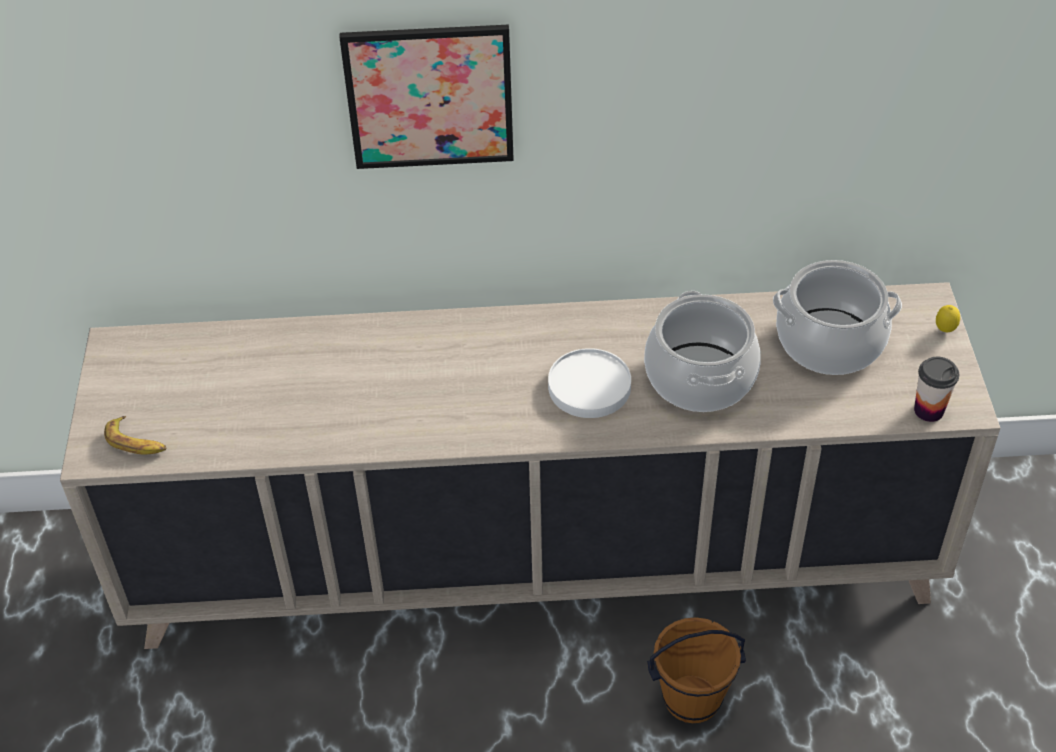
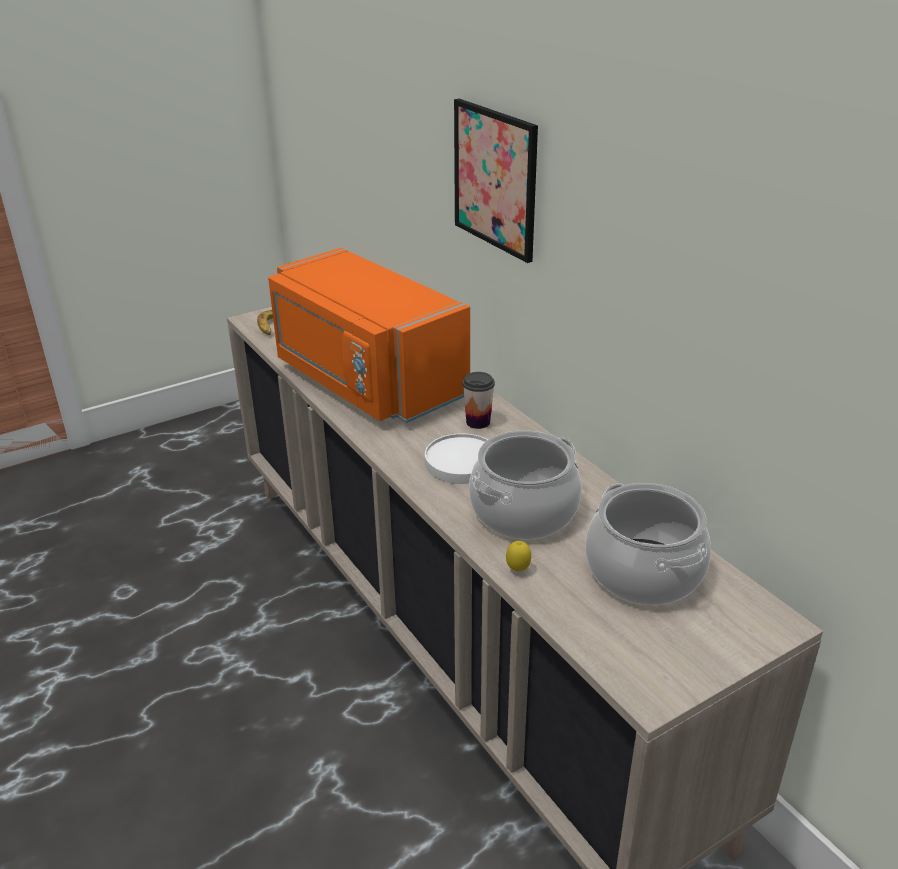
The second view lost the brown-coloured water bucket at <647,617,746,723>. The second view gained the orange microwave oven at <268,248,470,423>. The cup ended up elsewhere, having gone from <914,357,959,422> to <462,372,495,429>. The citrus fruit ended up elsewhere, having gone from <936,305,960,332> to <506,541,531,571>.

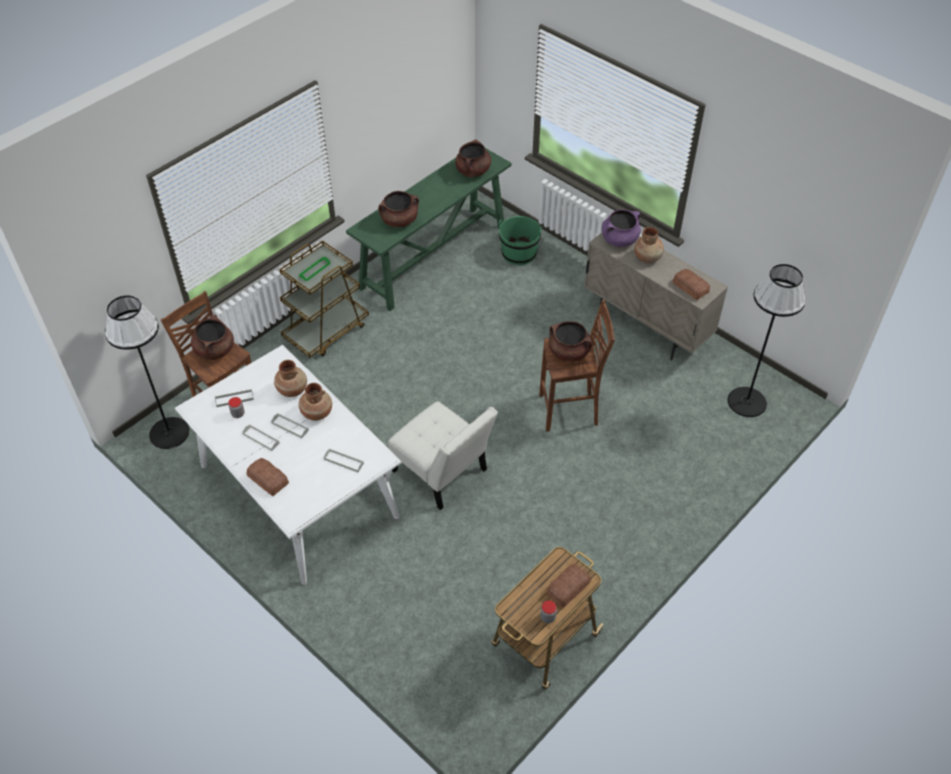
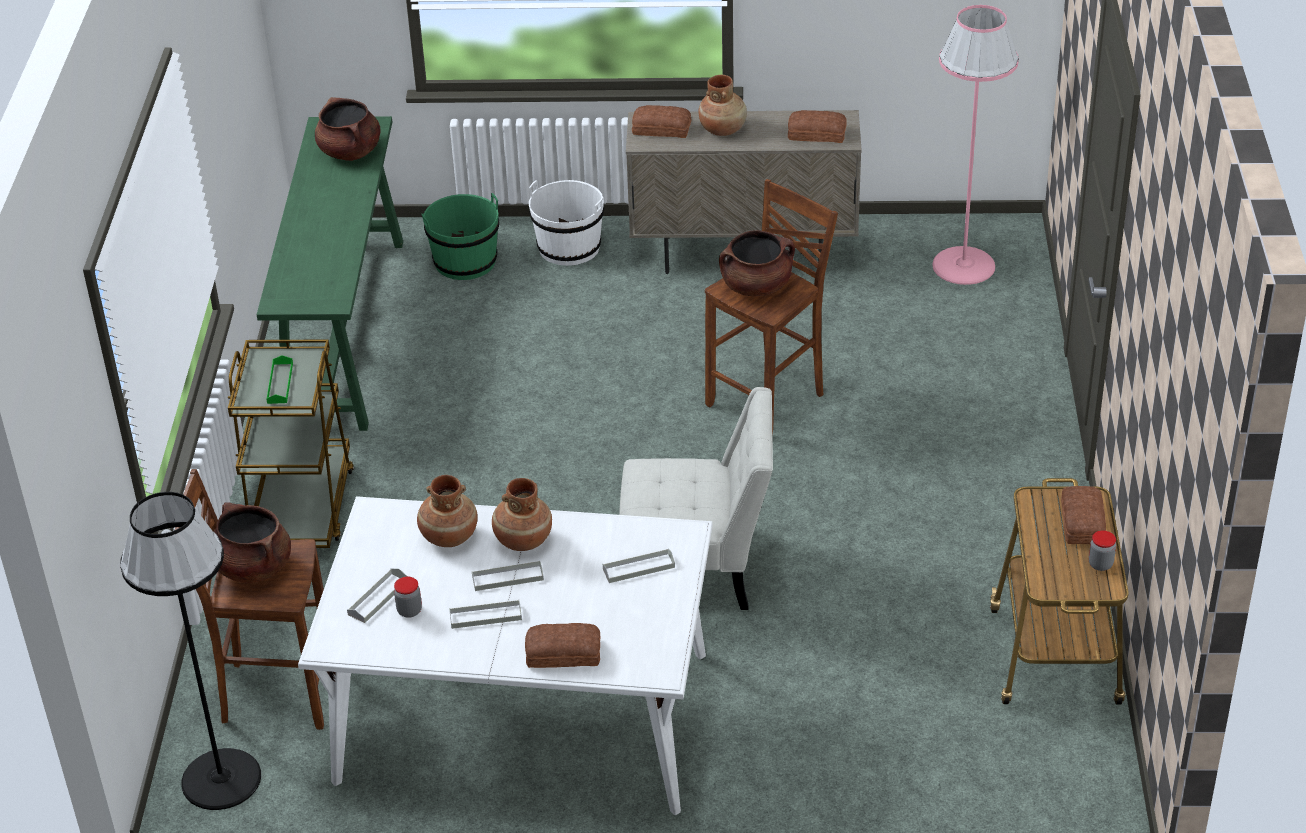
The second view lost the brown-coloured cooking pot at <378,191,419,227>. The second view gained the whitish water bucket at <529,180,604,266>. Where the purple-coloured cooking pot stood at <602,210,641,247>, the bread came to stand at <632,105,691,138>. What was the blackish standard lamp at <728,264,806,417> turned into the pink standard lamp at <932,5,1019,285>.

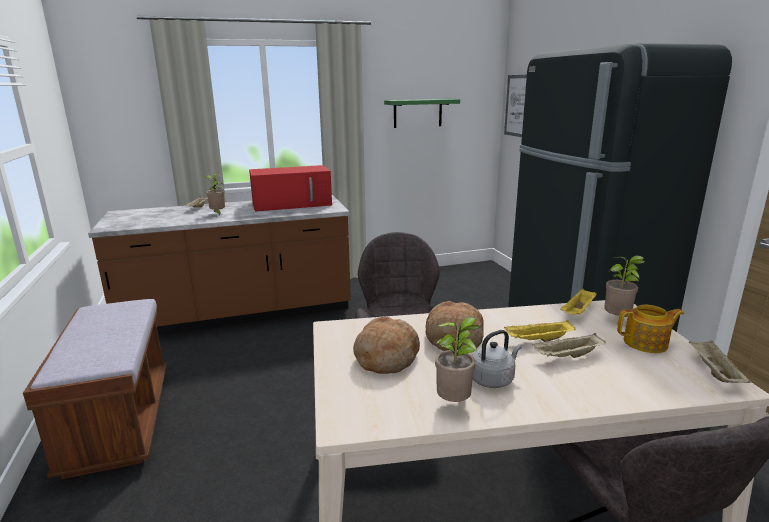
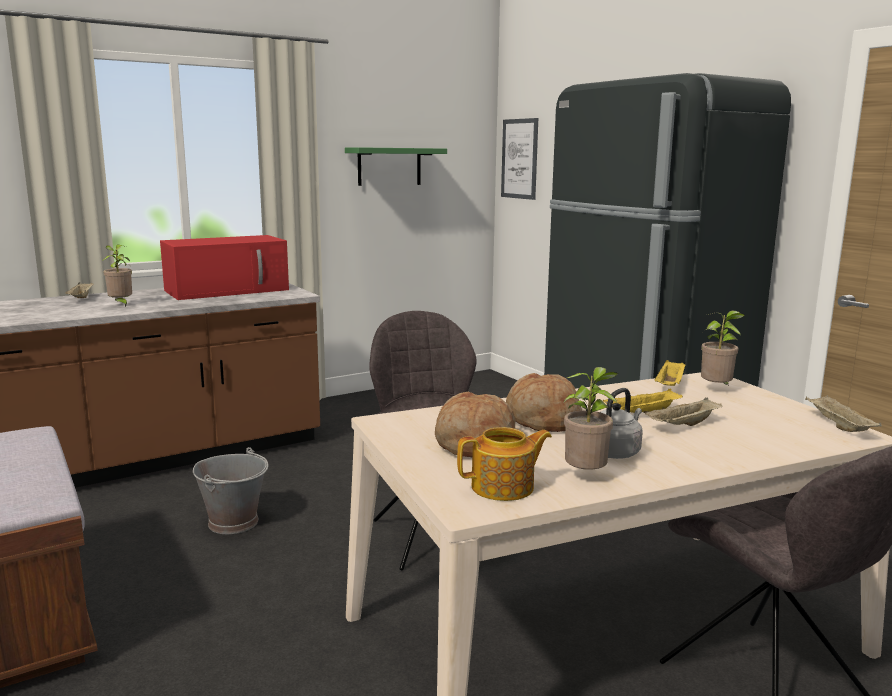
The second view gained the grey water bucket at <193,447,268,534>. The tea pot ended up elsewhere, having gone from <617,305,684,353> to <457,427,552,501>.

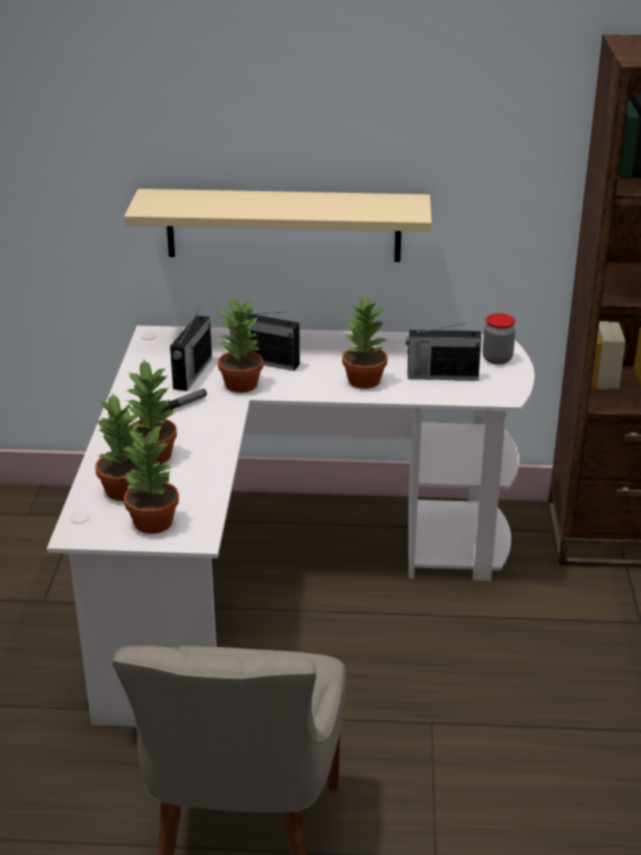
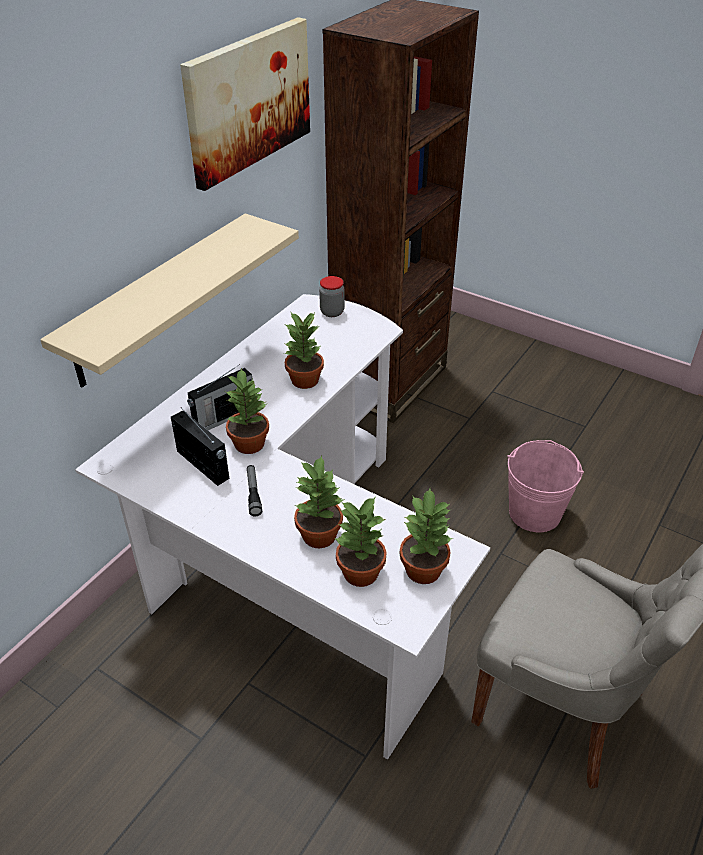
The second view lost the radio at <406,322,482,381>. The second view gained the picture at <180,17,310,191>. The second view gained the pink water bucket at <507,440,584,532>.

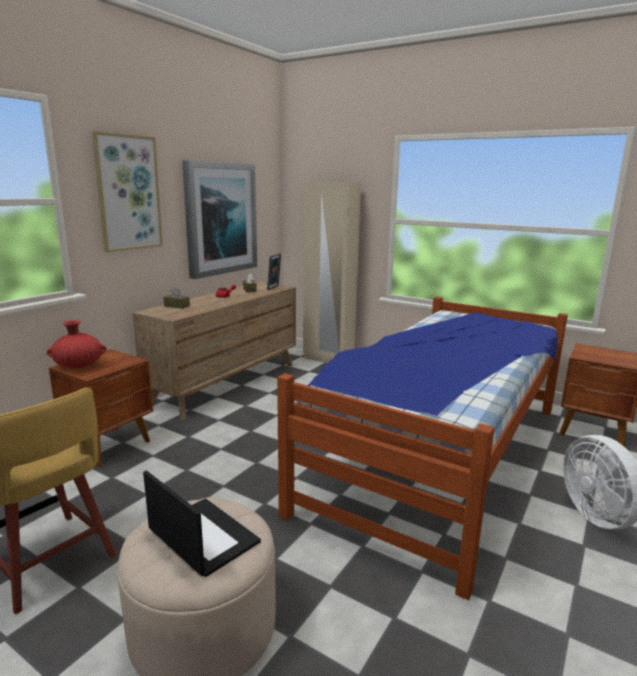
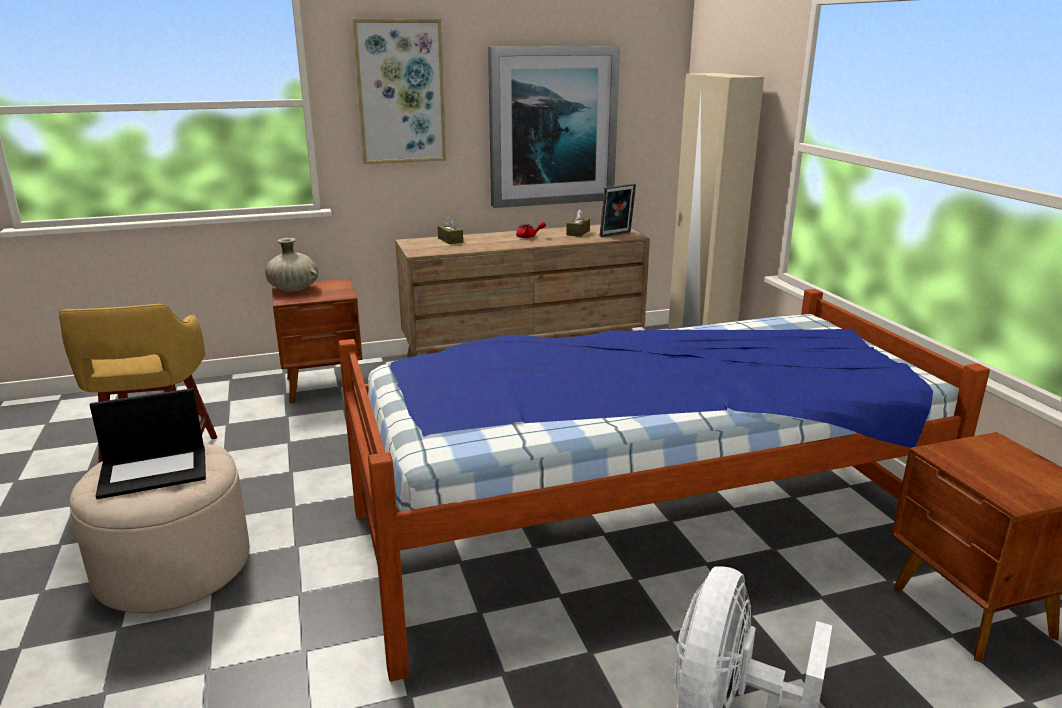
What was the red-coloured flower vase at <47,320,107,369> turned into the beige flower vase at <265,238,318,291>. The notebook computer at <143,470,261,577> ended up facing another way, 75 degrees clockwise from before.

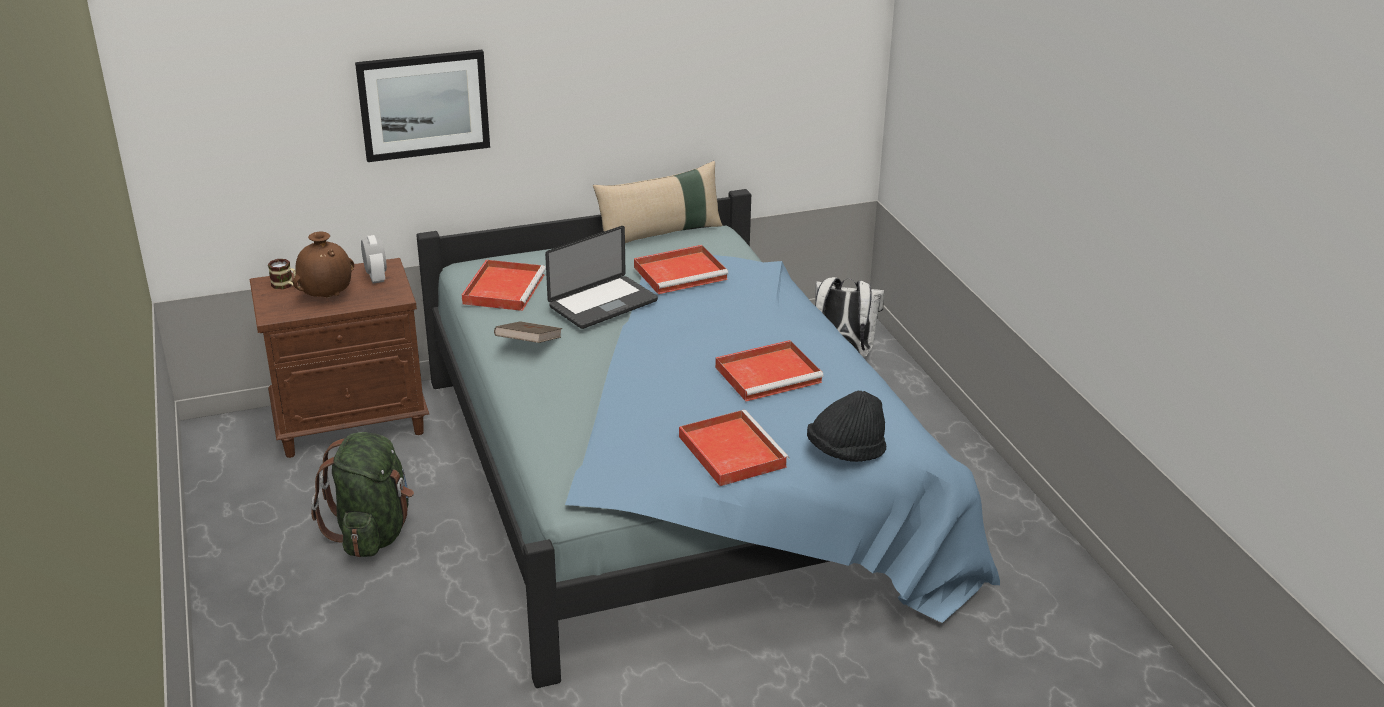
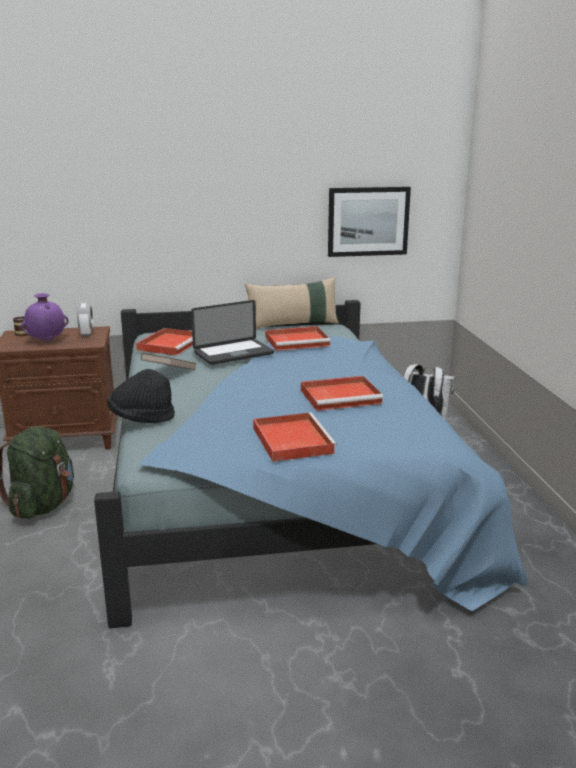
The picture ended up elsewhere, having gone from <355,50,490,162> to <328,187,411,257>. The blackish wearable hat ended up elsewhere, having gone from <807,391,887,462> to <107,369,175,423>. What was the brown-coloured flower vase at <293,232,354,298> turned into the purple-coloured flower vase at <21,293,69,341>.

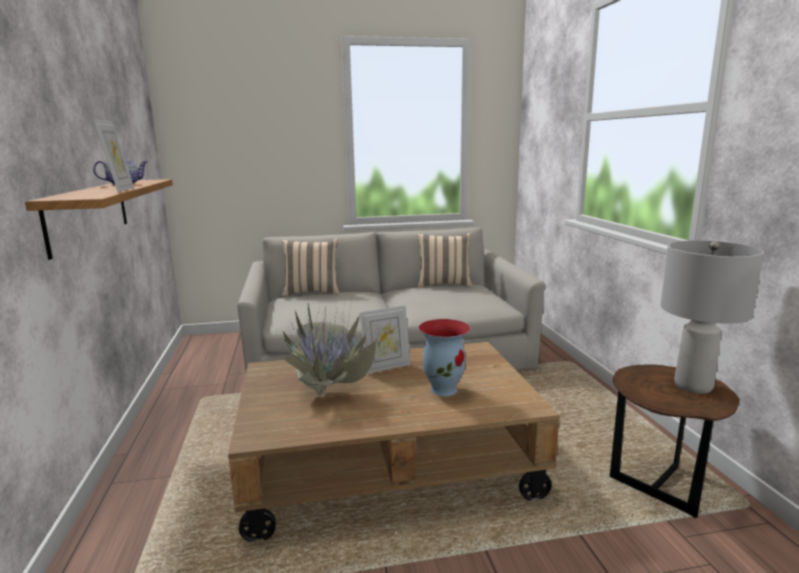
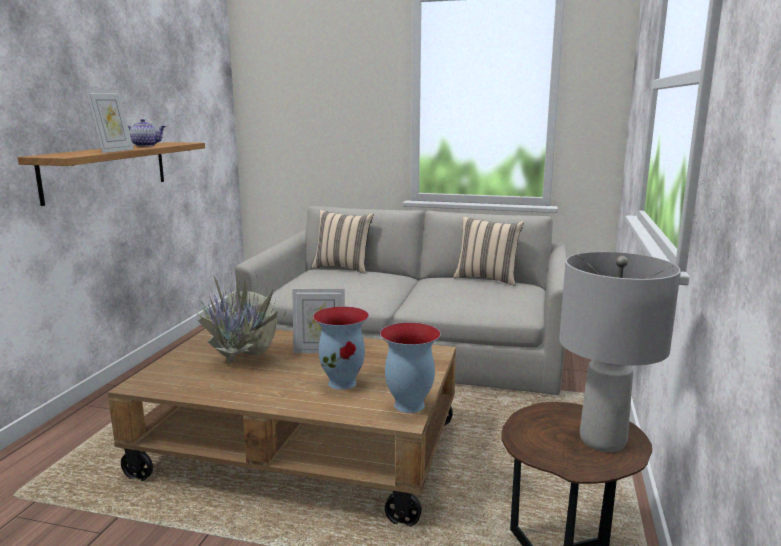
The second view gained the flower vase at <380,322,441,413>.

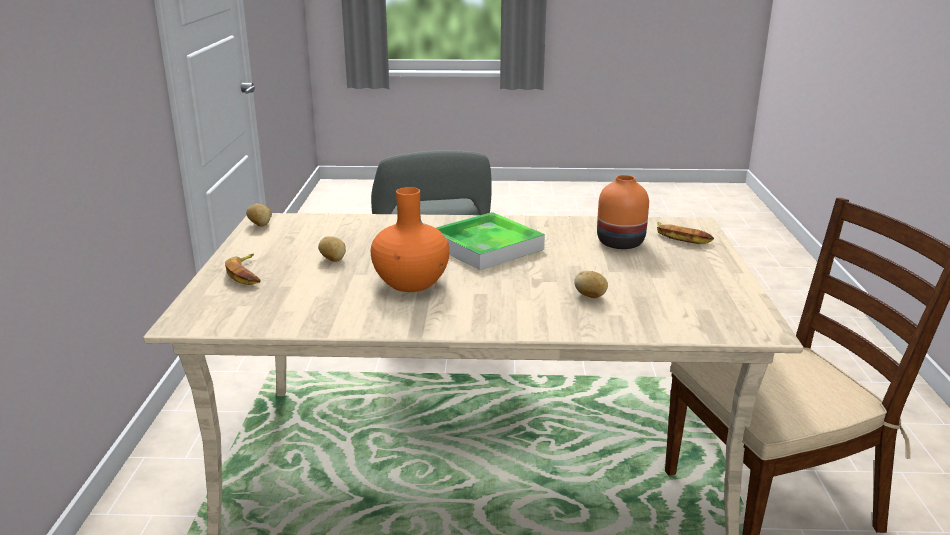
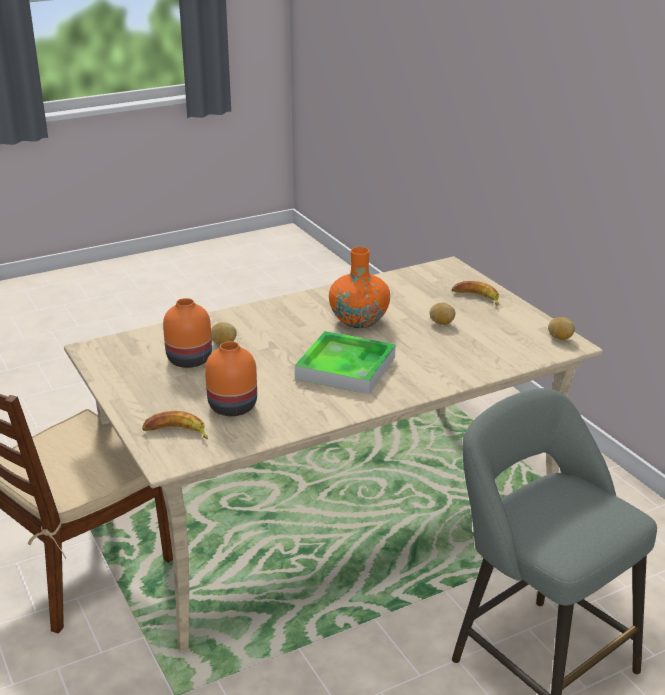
The second view gained the orange flower vase at <163,298,212,368>.

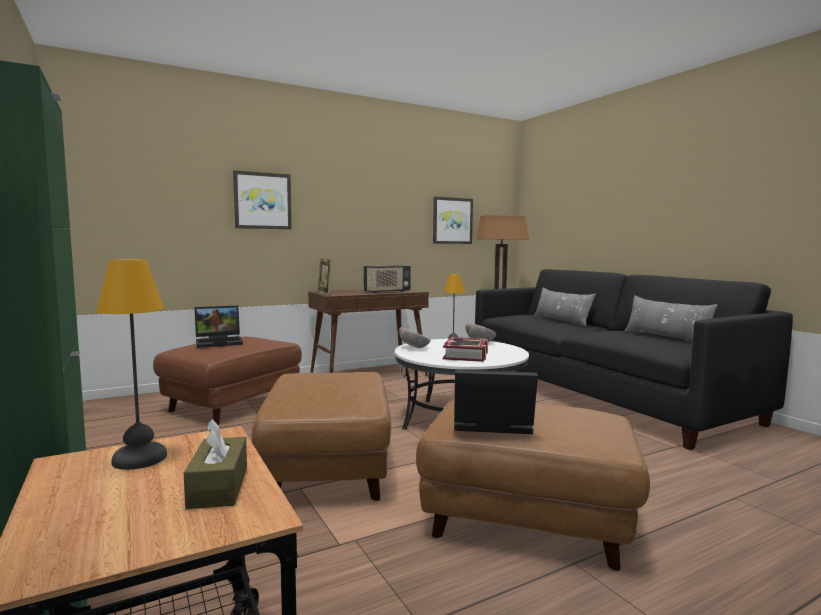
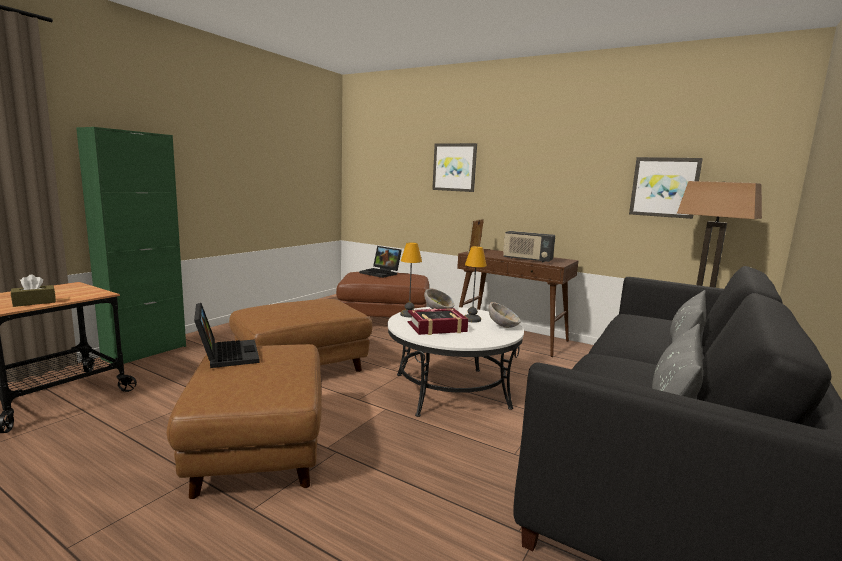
The table lamp ended up elsewhere, having gone from <96,259,167,470> to <400,242,422,317>.

